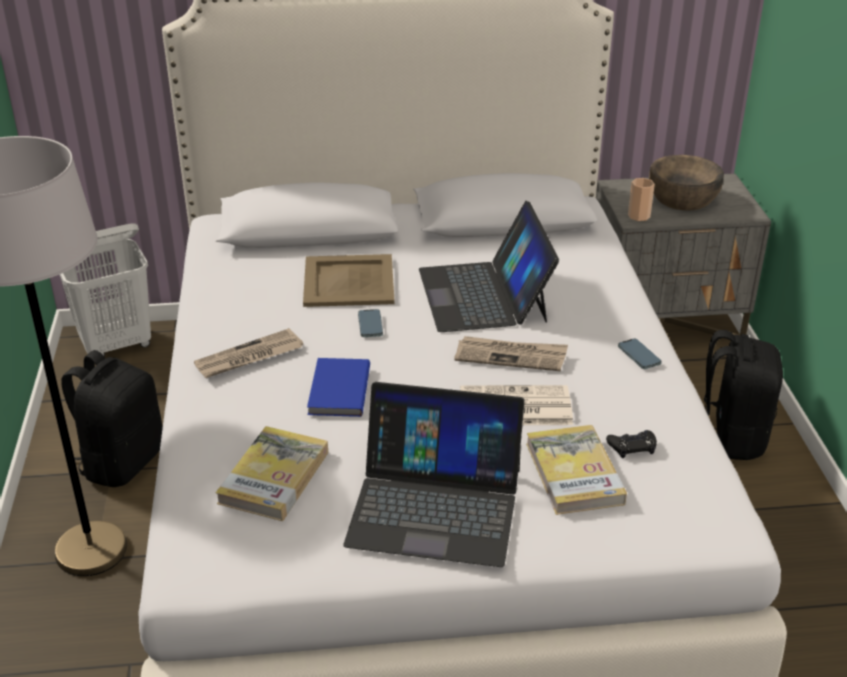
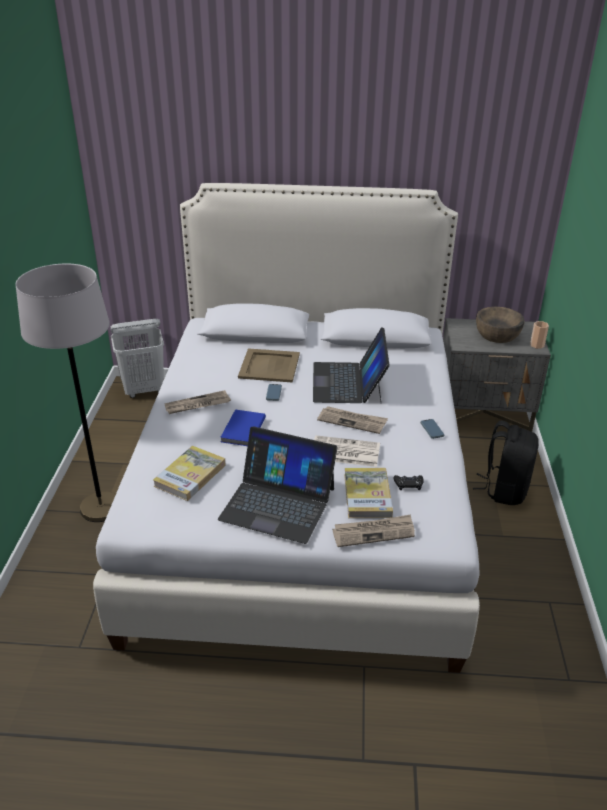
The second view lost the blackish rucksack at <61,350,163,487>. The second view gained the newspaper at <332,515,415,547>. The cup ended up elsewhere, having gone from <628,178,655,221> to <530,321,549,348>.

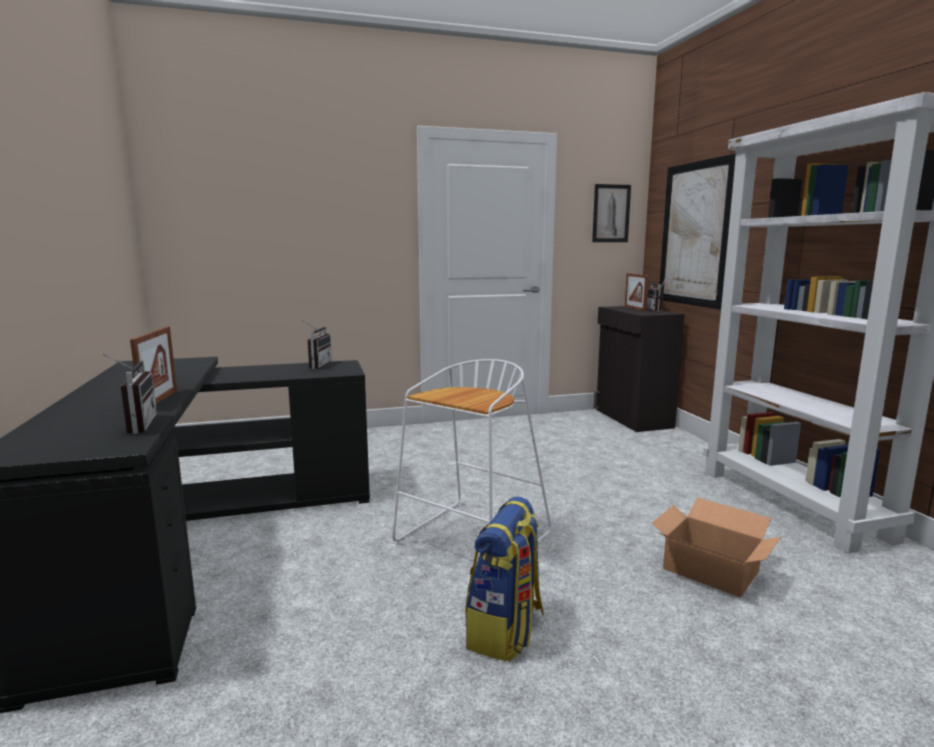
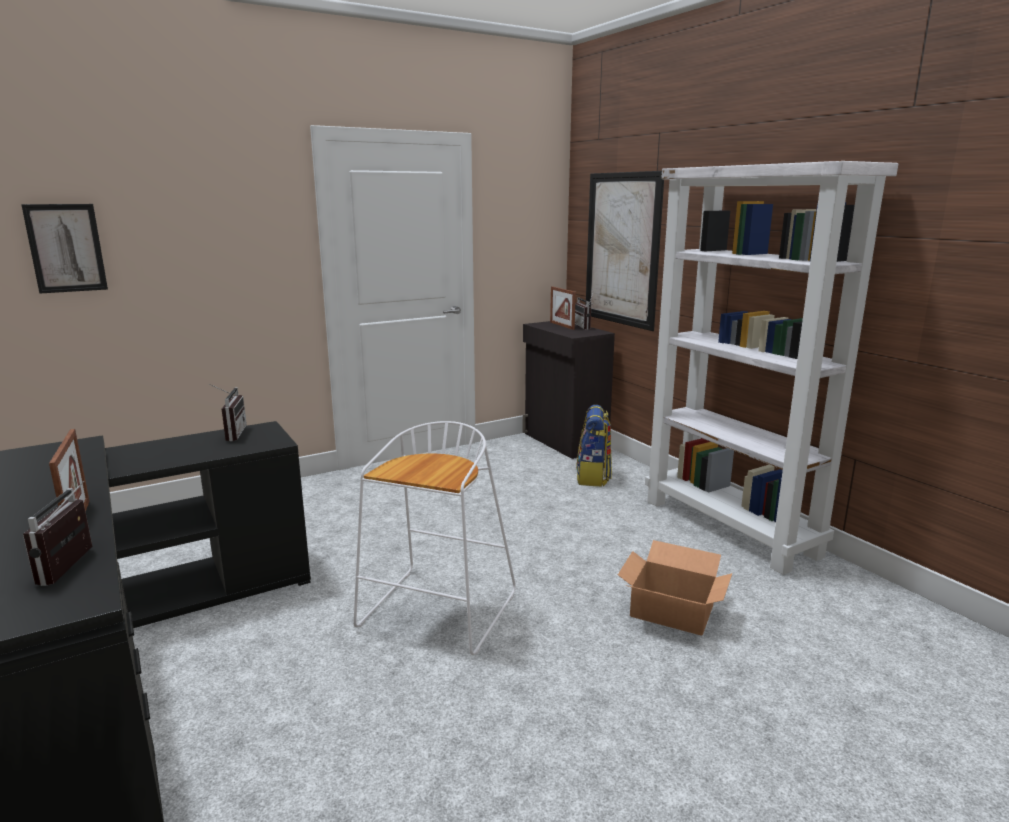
The rucksack ended up elsewhere, having gone from <465,496,544,662> to <576,405,612,486>. The picture ended up elsewhere, having gone from <592,184,631,242> to <21,204,108,294>. The radio at <101,353,157,434> ended up facing another way, 150 degrees counterclockwise from before.

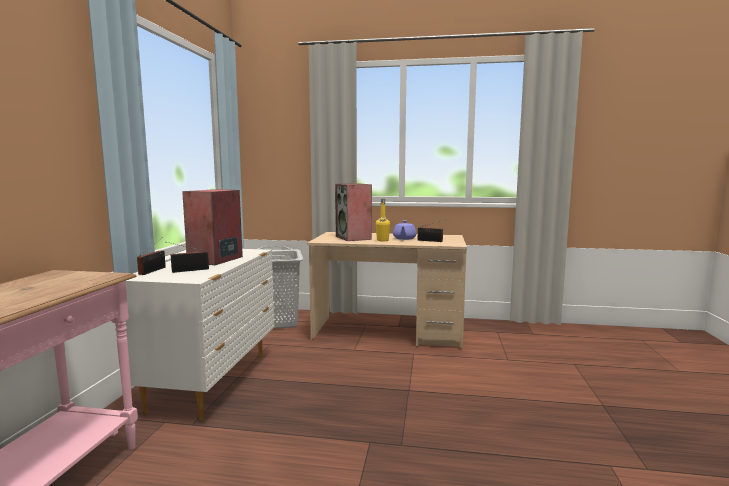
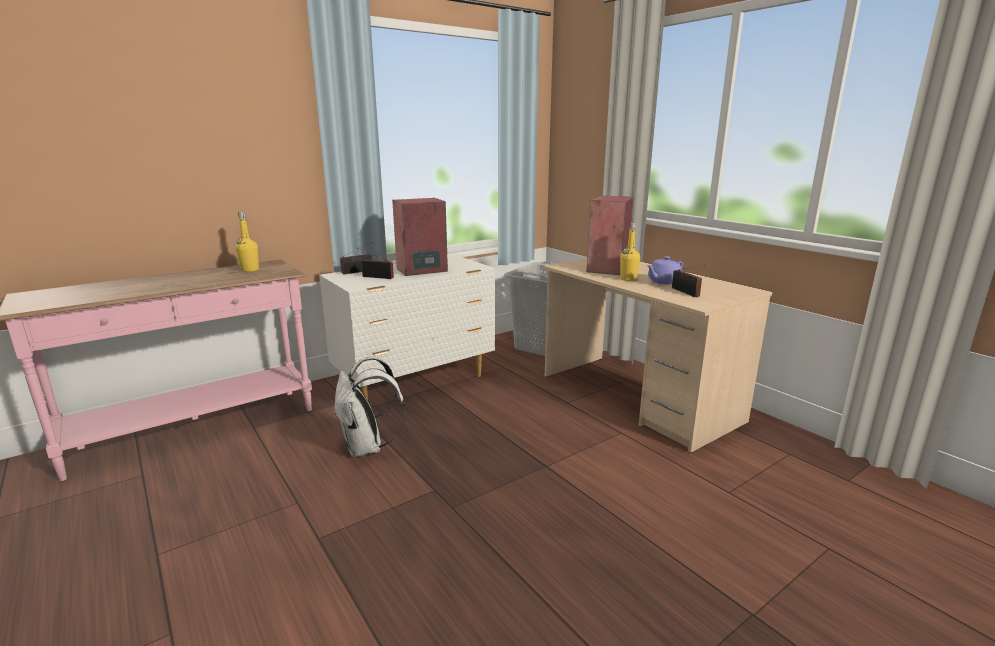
The second view gained the yellow-coloured drink bottle at <236,212,259,272>. The second view gained the whitish rucksack at <334,357,406,457>.

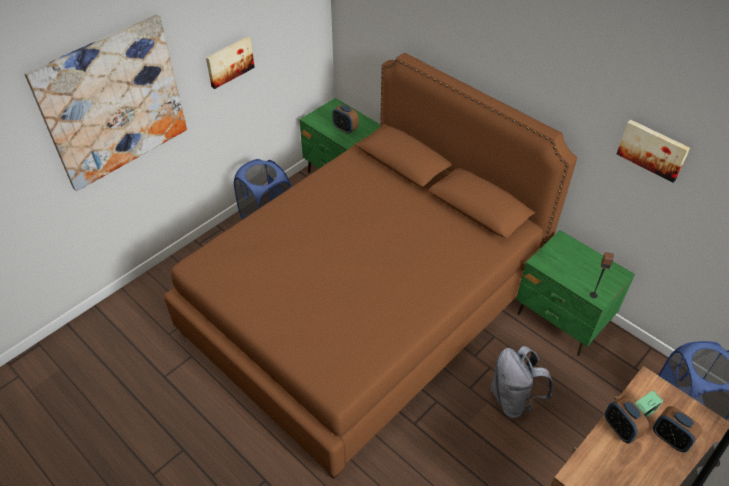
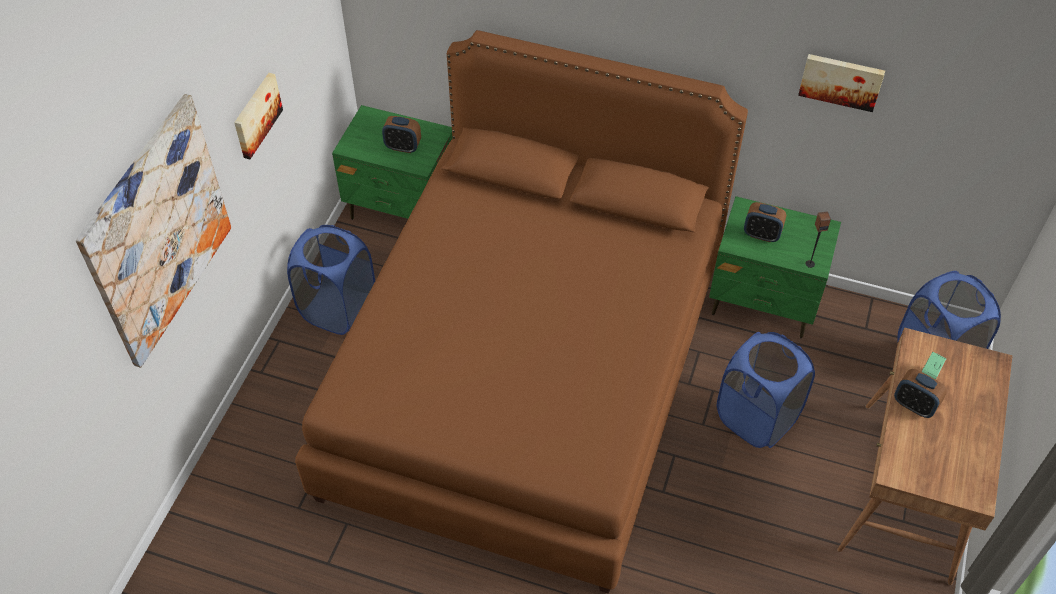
The bedside clock ended up elsewhere, having gone from <653,406,702,452> to <744,202,786,242>. Where the grey rucksack stood at <491,346,553,418>, the blue-coloured hamper came to stand at <717,332,815,448>.

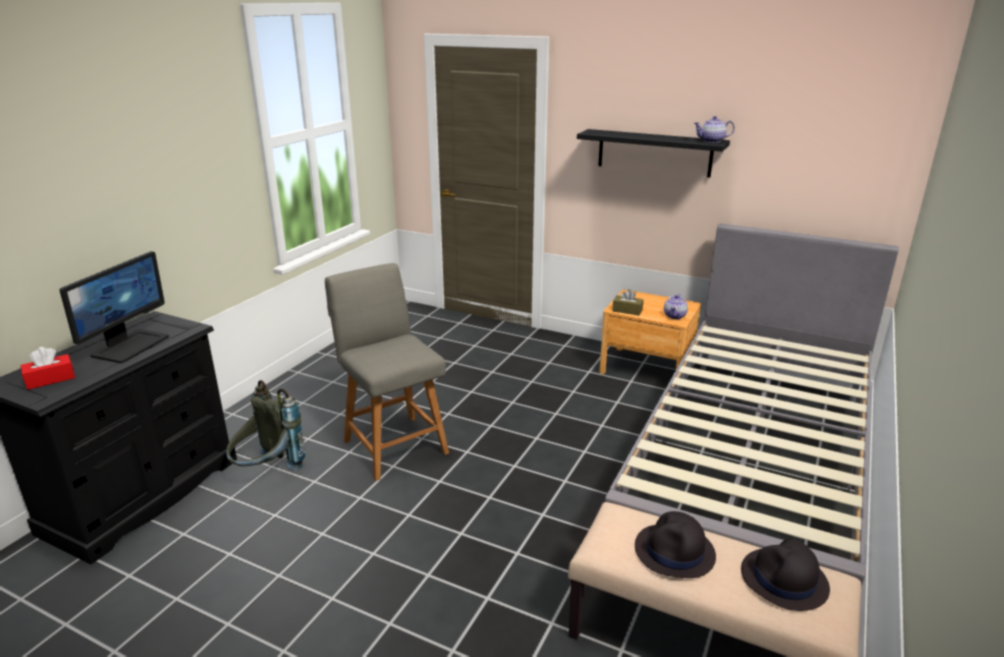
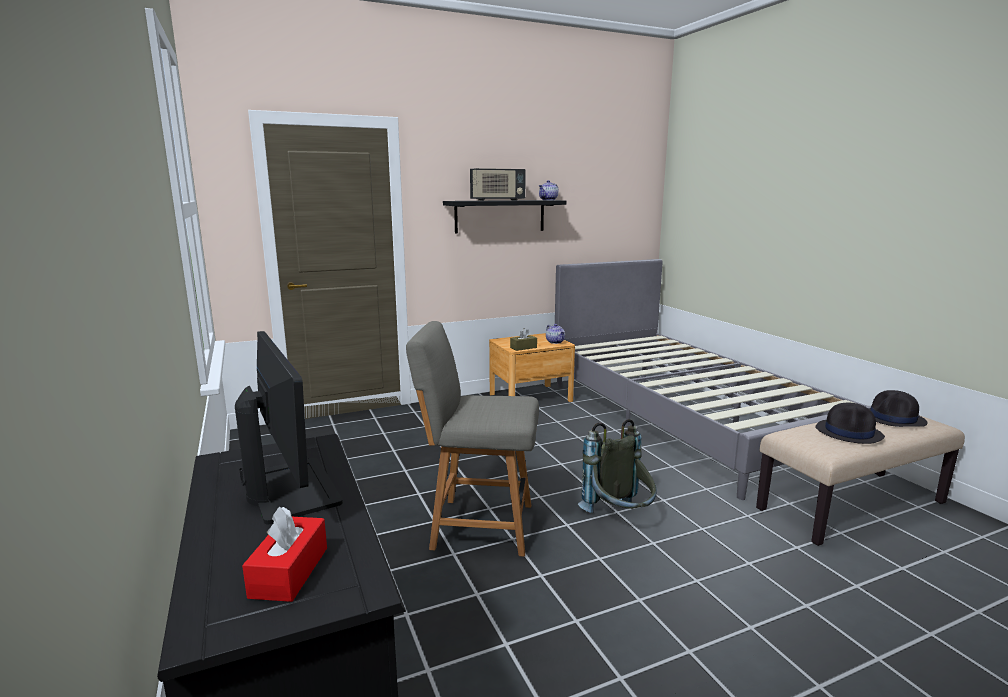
The second view gained the radio at <470,168,526,201>. The grey rucksack ended up elsewhere, having gone from <226,380,305,471> to <578,419,657,513>.

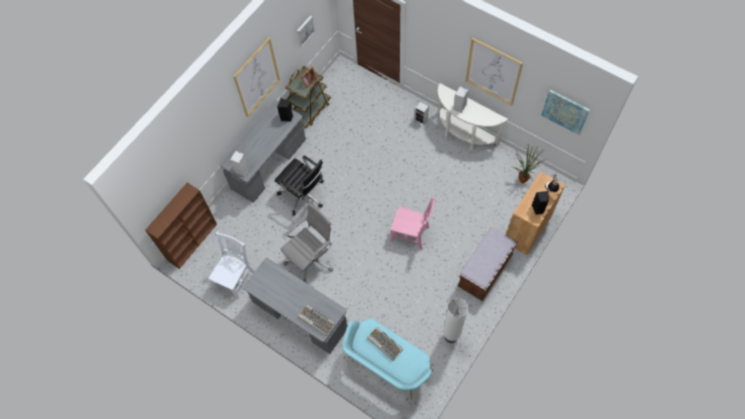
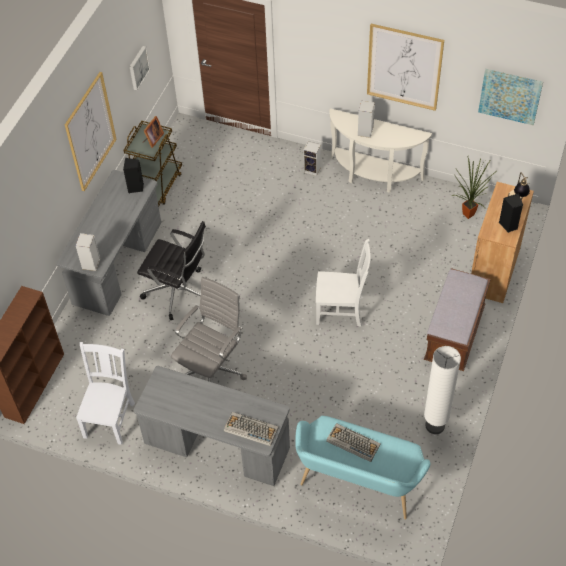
What was the pink chair at <391,197,435,250> turned into the whitish chair at <316,239,371,327>.

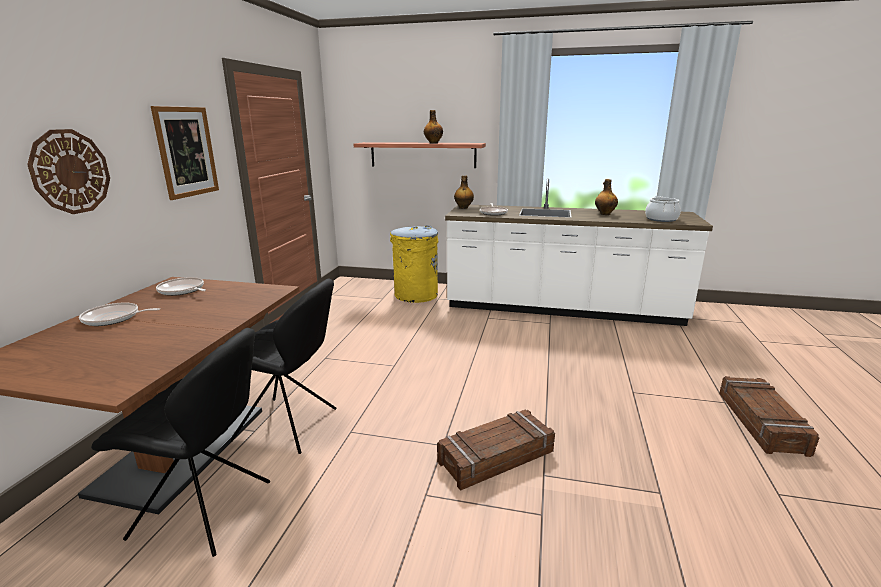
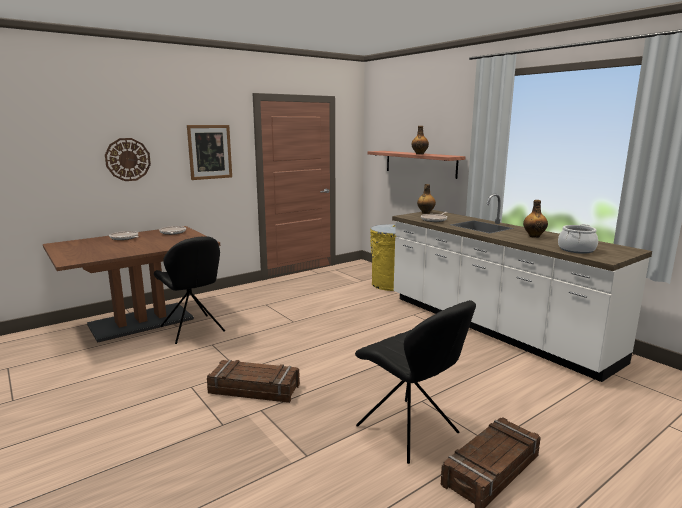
The blackish chair ended up elsewhere, having gone from <91,328,270,557> to <355,300,476,464>.

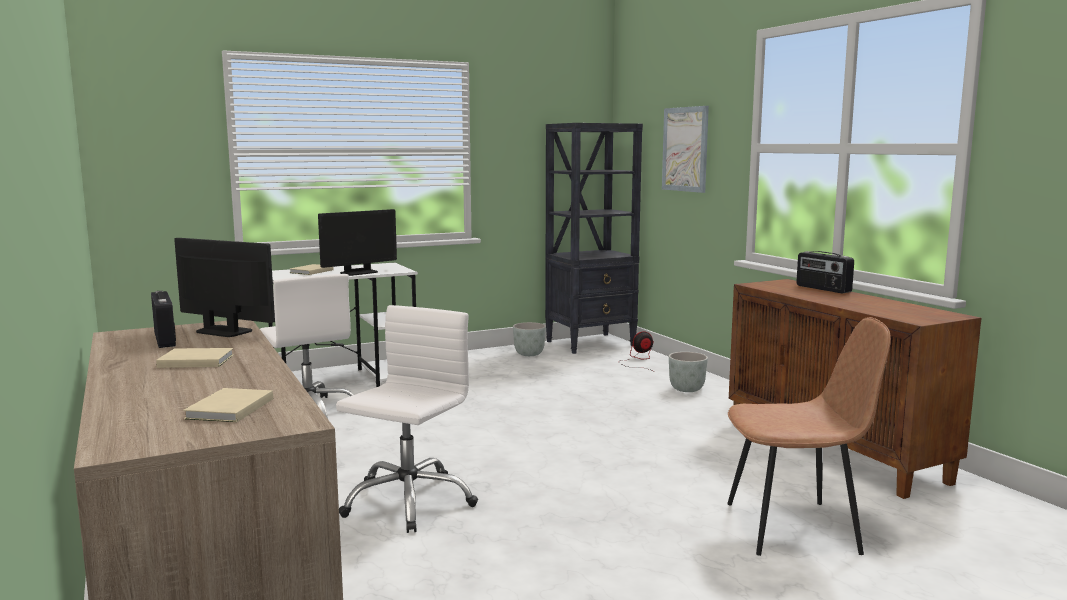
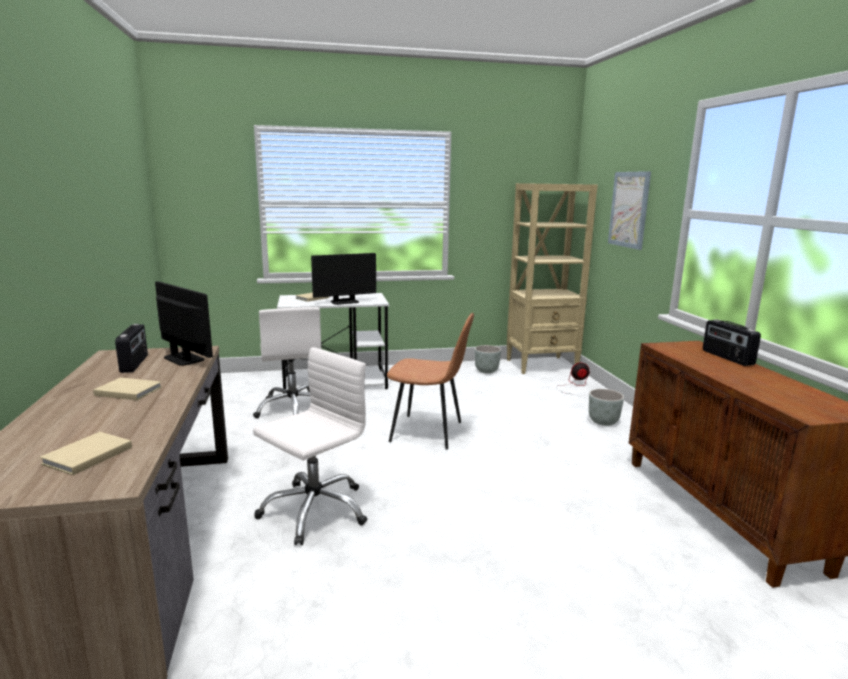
The brown-coloured chair ended up elsewhere, having gone from <727,317,891,556> to <387,313,474,450>. What was the blackish bookshelf at <545,123,643,354> turned into the beige bookshelf at <506,183,598,374>.

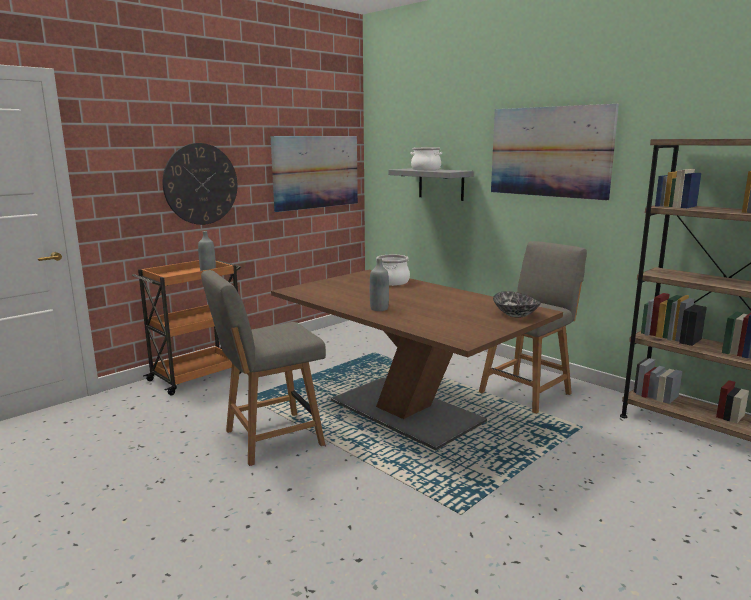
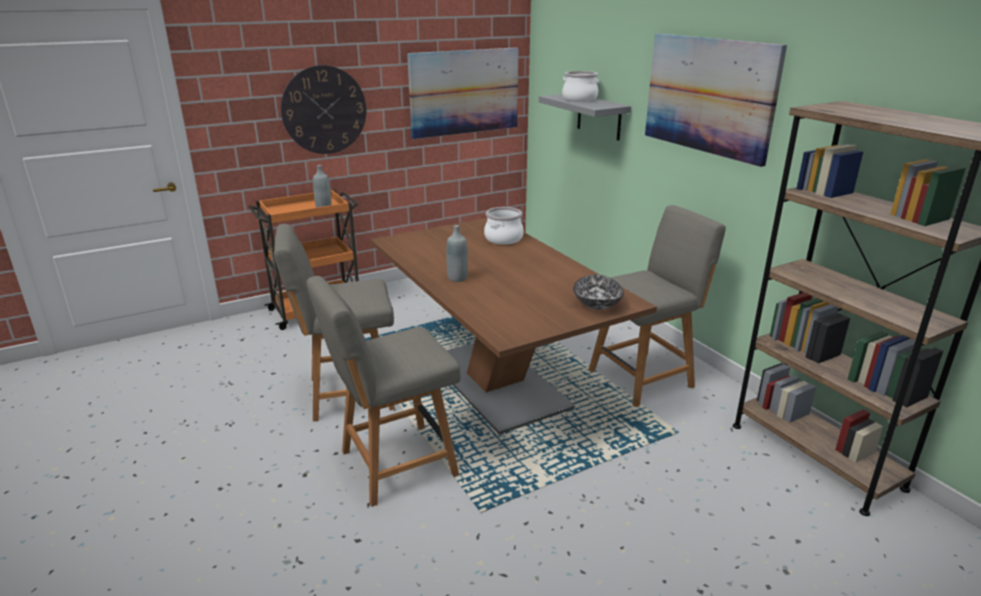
The second view gained the grey chair at <307,276,461,507>.

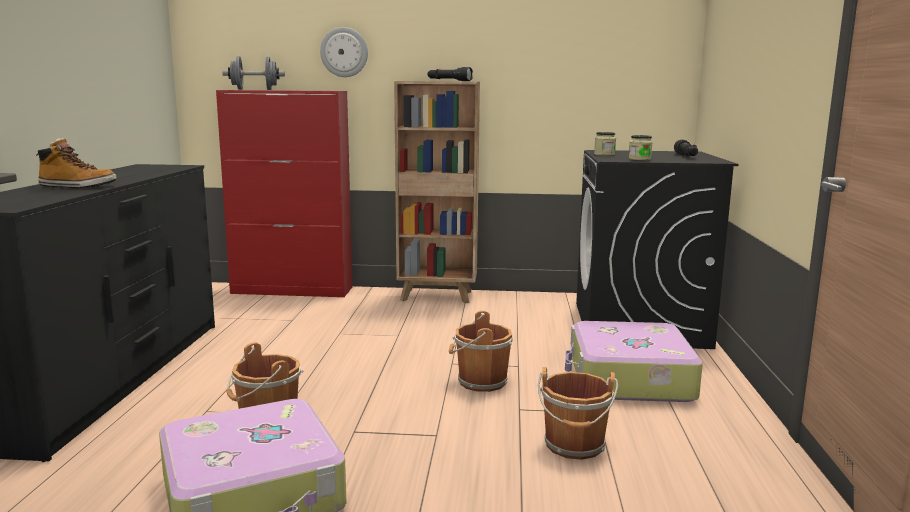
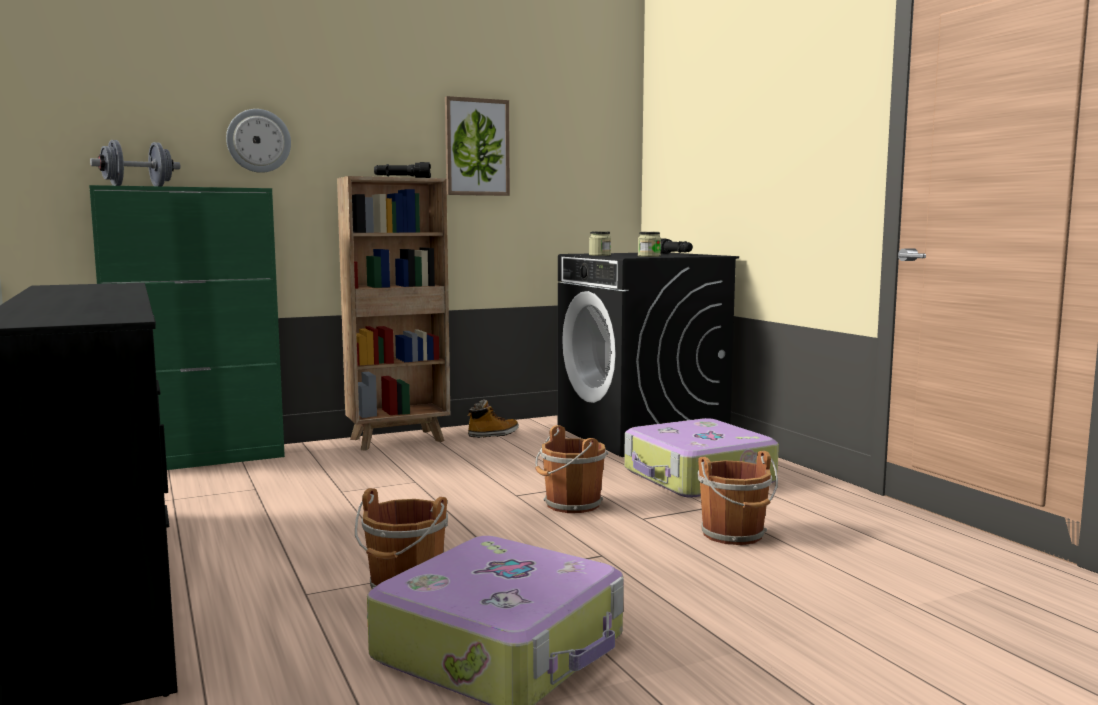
The second view gained the picture at <445,96,510,196>. The high-top boot ended up elsewhere, having gone from <36,138,117,188> to <467,400,519,438>. What was the red-coloured cabinet at <216,90,352,297> turned into the green-coloured cabinet at <89,185,285,470>.

